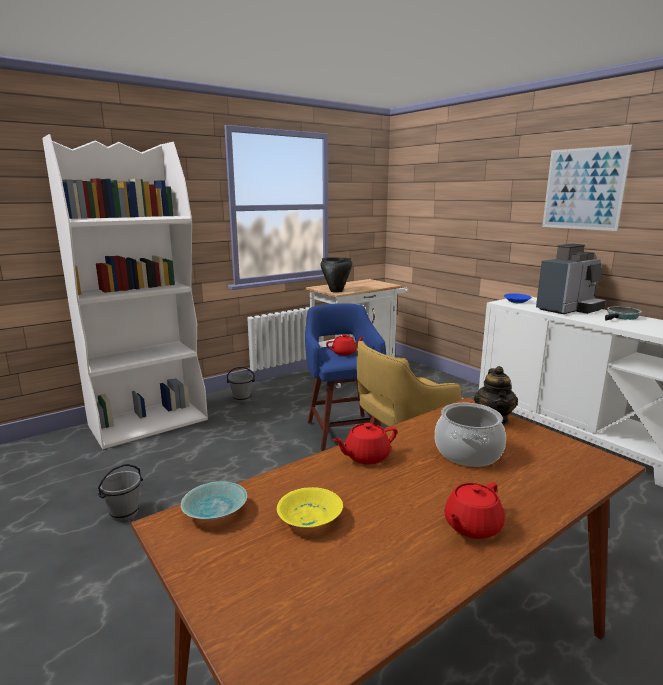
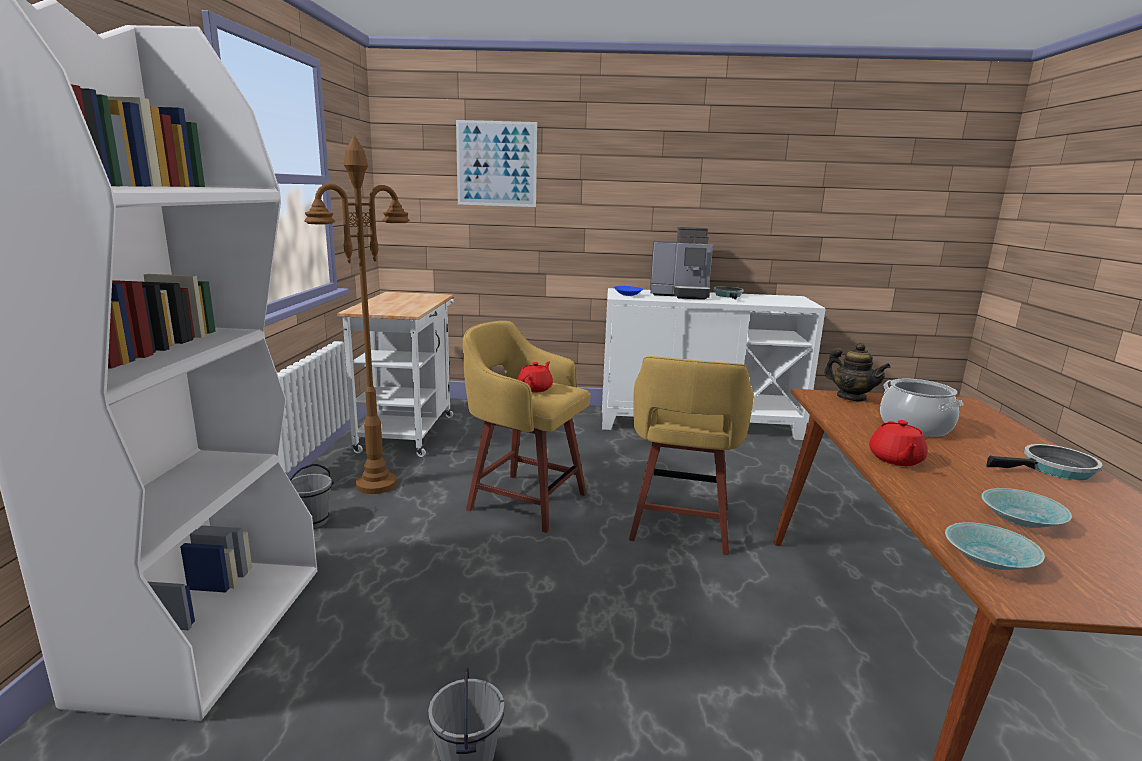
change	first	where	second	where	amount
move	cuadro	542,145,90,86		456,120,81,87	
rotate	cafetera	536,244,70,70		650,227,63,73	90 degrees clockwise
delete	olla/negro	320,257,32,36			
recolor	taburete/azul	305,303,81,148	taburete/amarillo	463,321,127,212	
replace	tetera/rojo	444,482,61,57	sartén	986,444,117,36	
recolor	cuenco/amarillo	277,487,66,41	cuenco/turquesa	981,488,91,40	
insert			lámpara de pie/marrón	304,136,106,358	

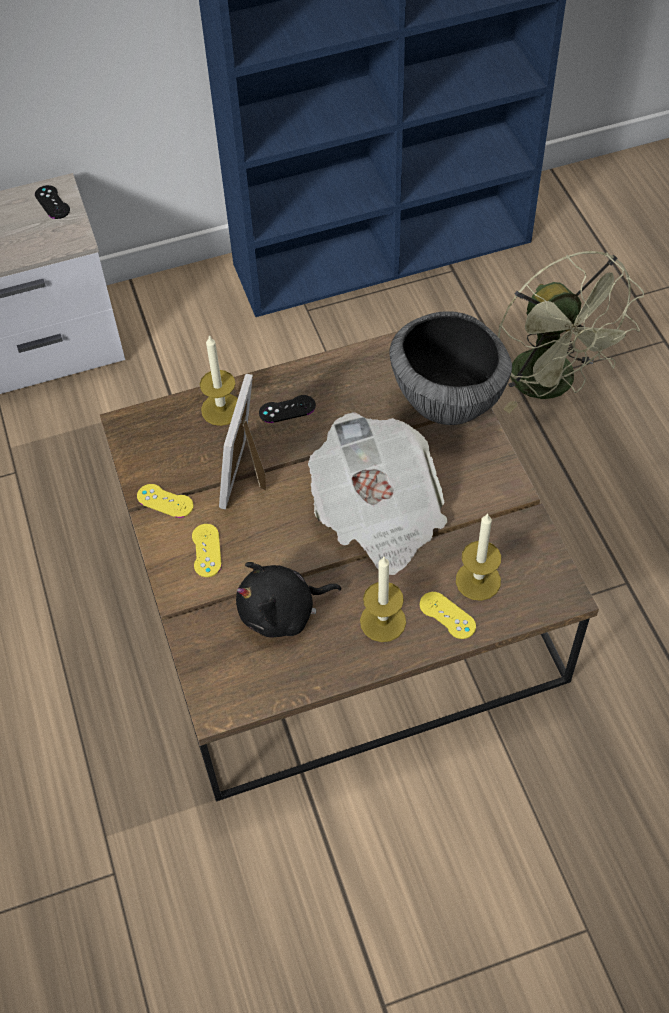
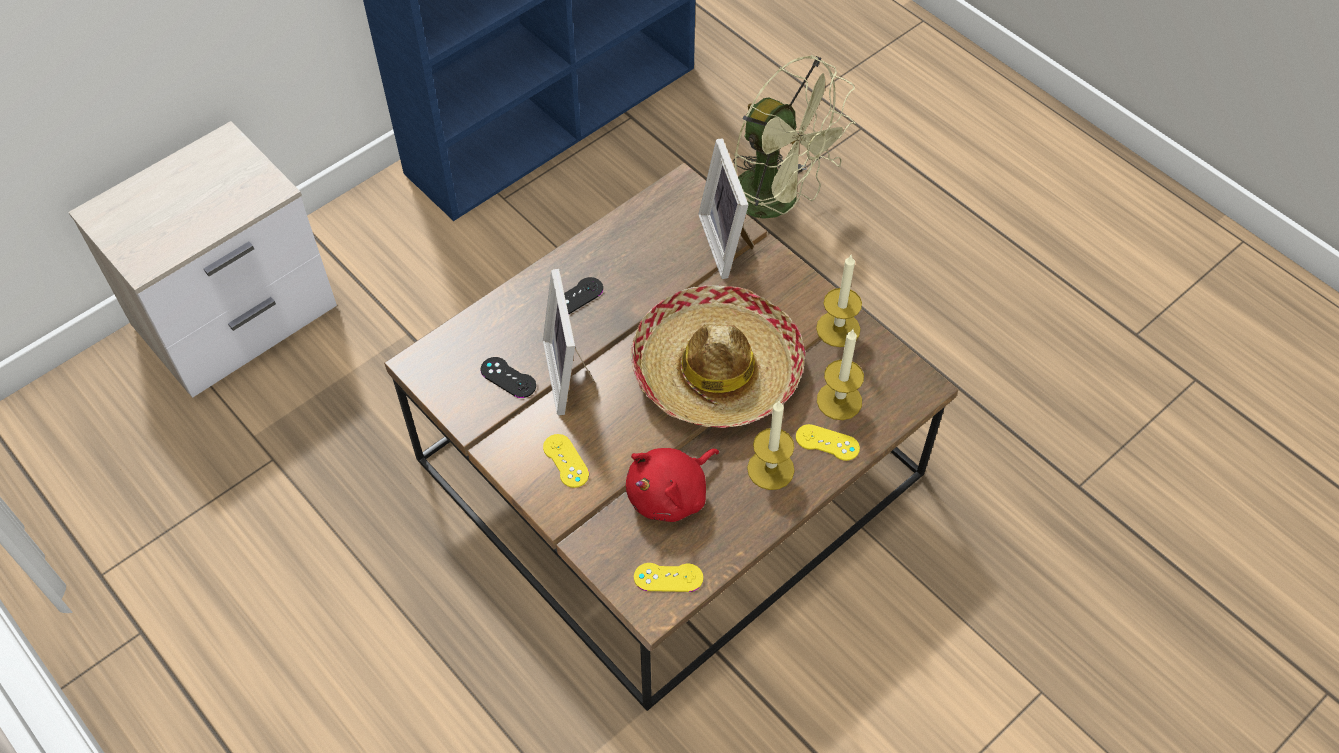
change	first	where	second	where	amount
move	mando de consola/negro	35,185,35,34		481,357,55,41	
replace	cuenco	389,311,123,114	portarretratos	698,138,56,141	
move	vela	200,335,38,91		816,255,46,92	
replace	periódico	308,412,140,163	sombrero	631,285,175,143	
move	mando de consola/amarillo	137,484,57,34		634,563,69,29	
recolor	peluche/negro	236,562,106,75	peluche/rojo	626,448,93,74	

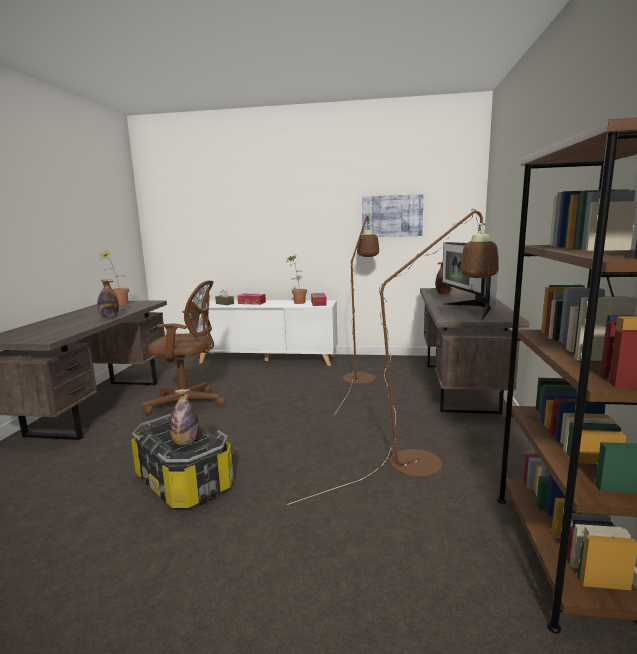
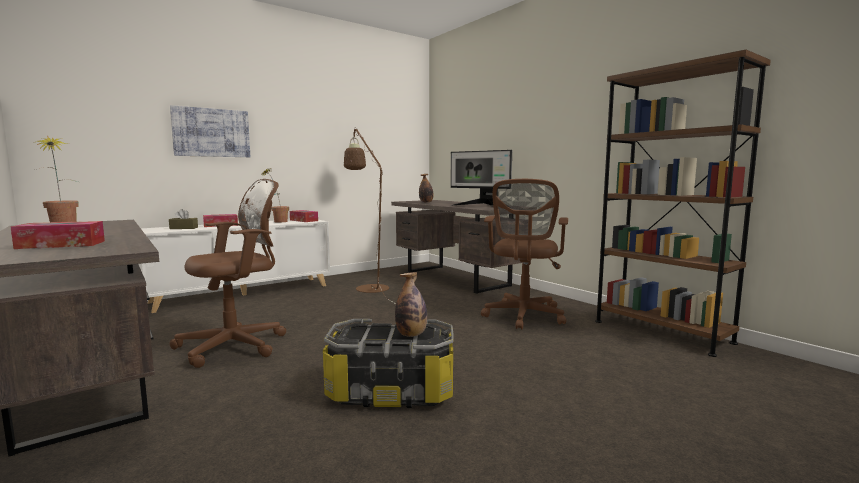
change	first	where	second	where	amount
move	cuadro	362,194,61,43		170,105,80,52	
replace	lámpara de pie/marrón	287,208,212,297	silla de oficina/marrón	481,179,87,151	
delete	botella	97,279,22,39			
insert			caja de pañuelos	11,221,94,28	

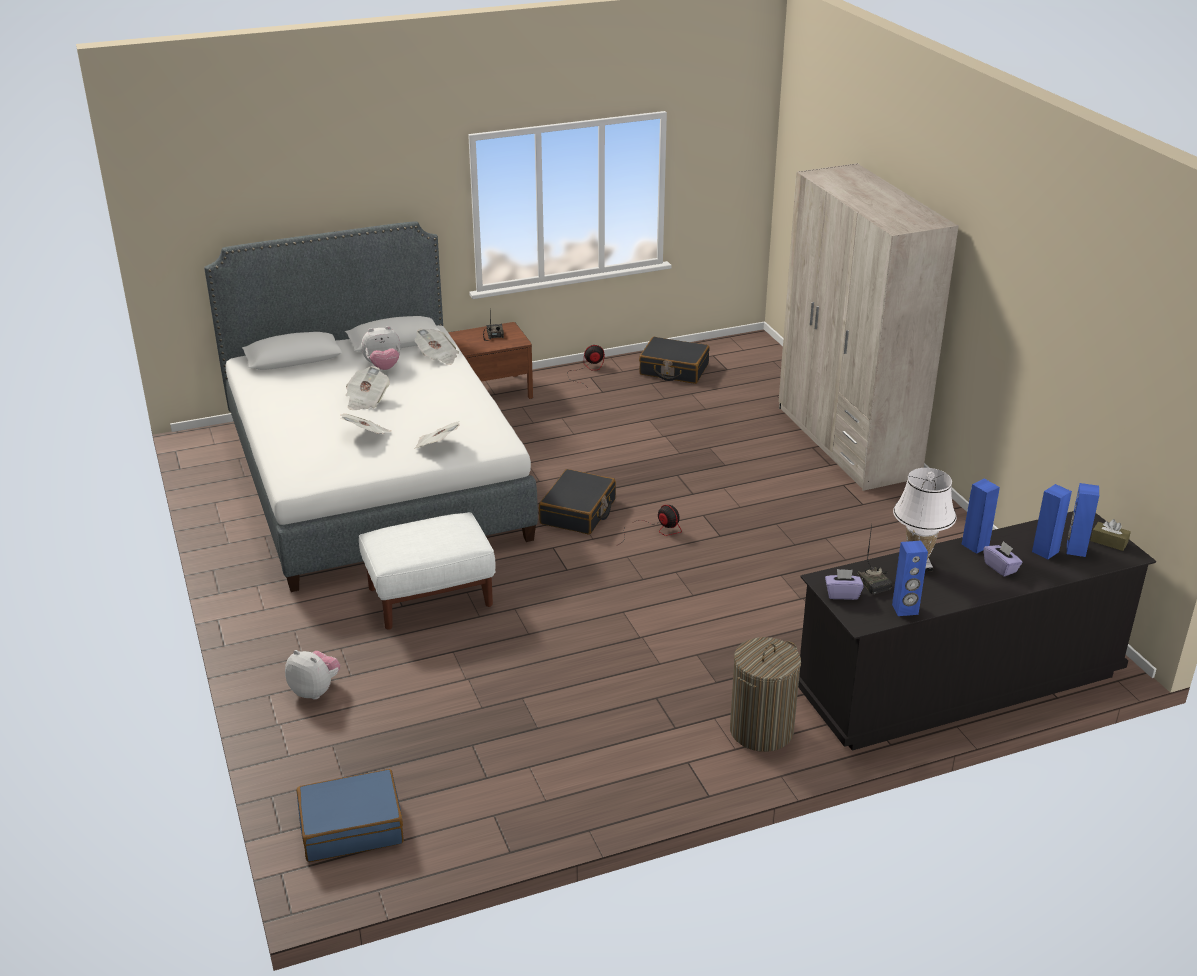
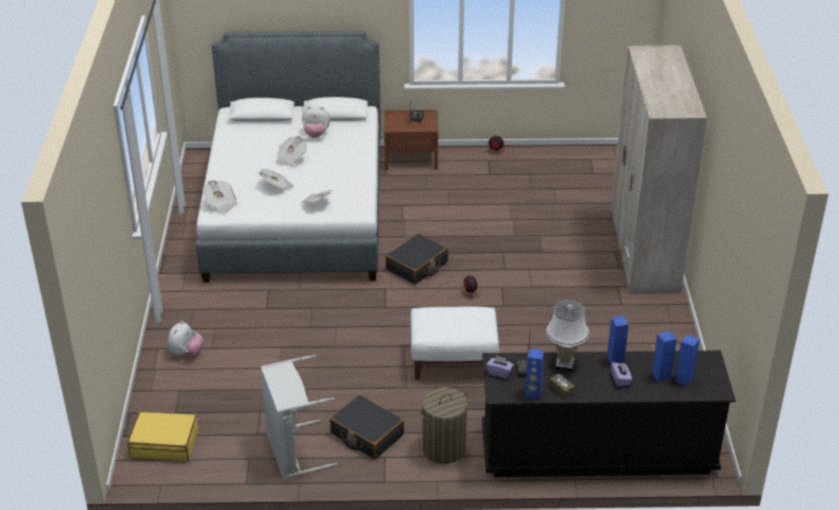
change	first	where	second	where	amount
move	periódico	415,329,44,36		202,180,35,34	
move	maleta/negro	639,337,71,47		329,394,75,65	
move	puf/blanco	359,512,137,118		411,306,88,74	
move	caja de pañuelos/marrón	1091,519,40,32		549,374,26,25	
rotate	peluche	285,650,55,50		168,321,36,35	60 degrees clockwise
recolor	maleta/azul	297,769,107,93	maleta/amarillo	127,411,71,50	
insert			cesto de la ropa/gris	260,355,78,124	

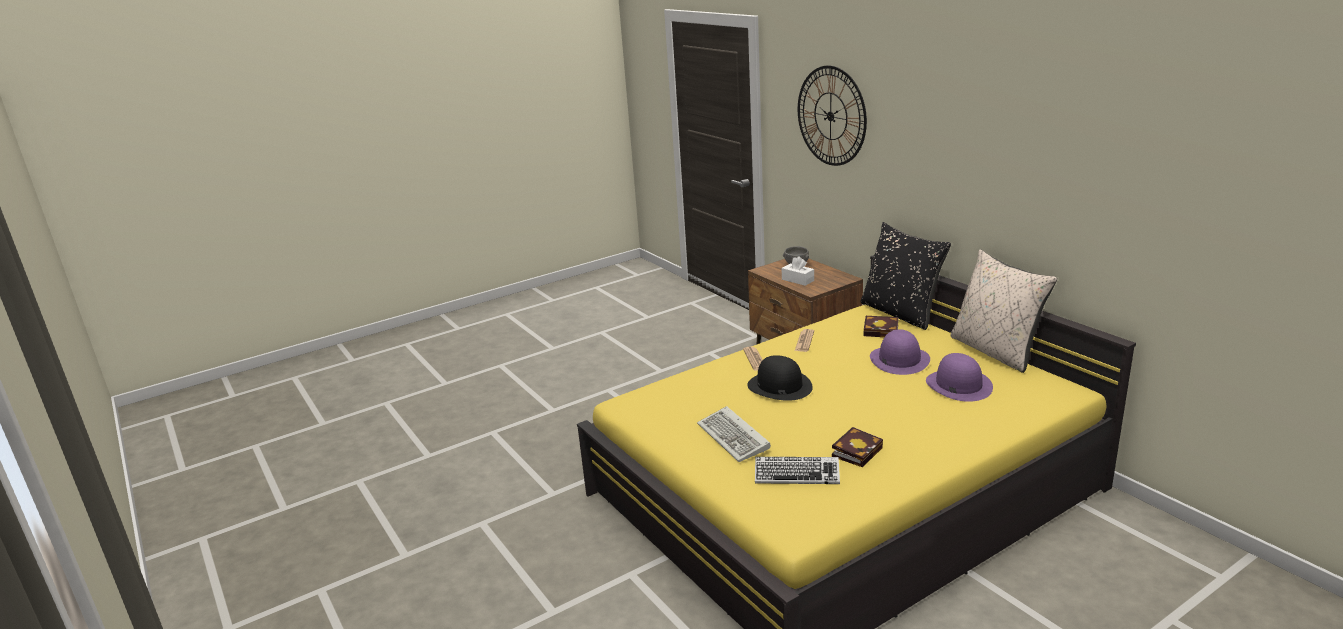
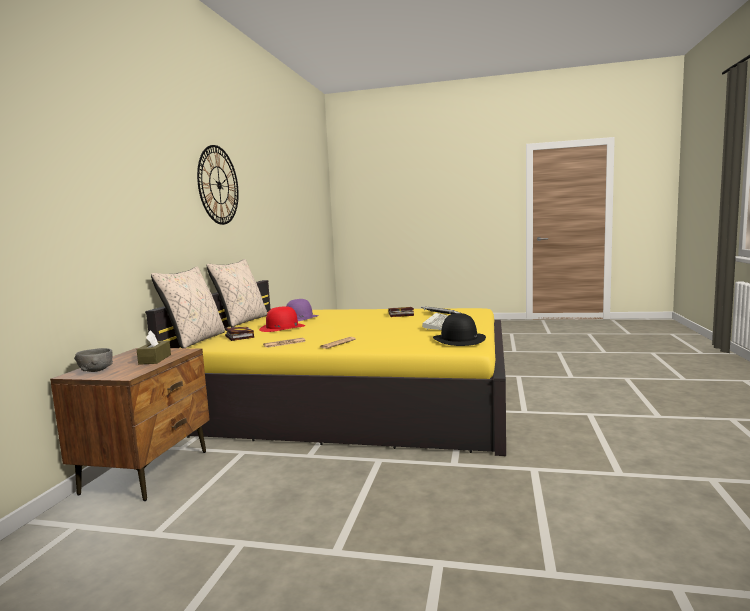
change	first	where	second	where	amount
move	reloj de pared	798,65,69,101		197,145,42,80	
recolor	cojín/negro	861,222,90,108	cojín/beis	151,266,74,82	
recolor	caja de pañuelos/blanco	782,256,32,30	caja de pañuelos/marrón	137,330,34,35	
recolor	sombrero/morado	870,329,60,46	sombrero/rojo	259,306,46,26	
move	sombrero/negro	747,355,66,46		433,313,53,33	

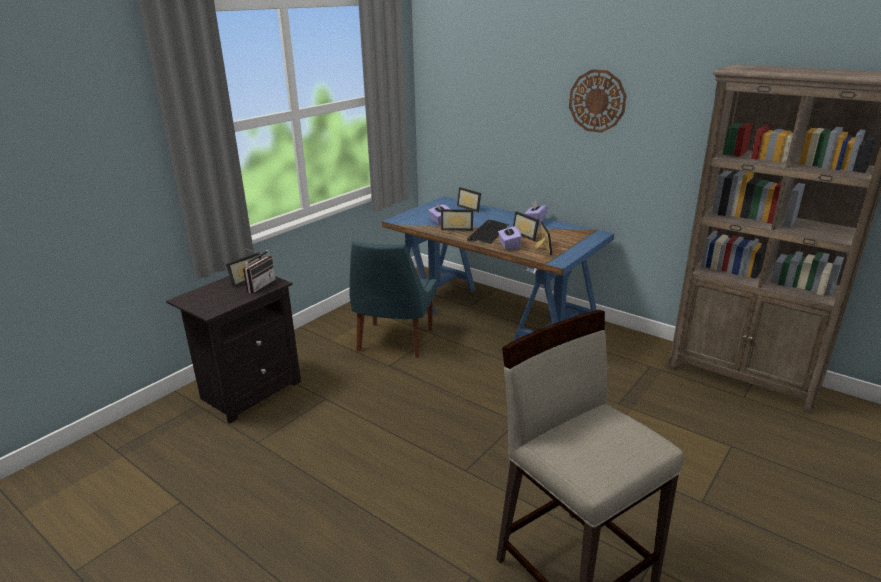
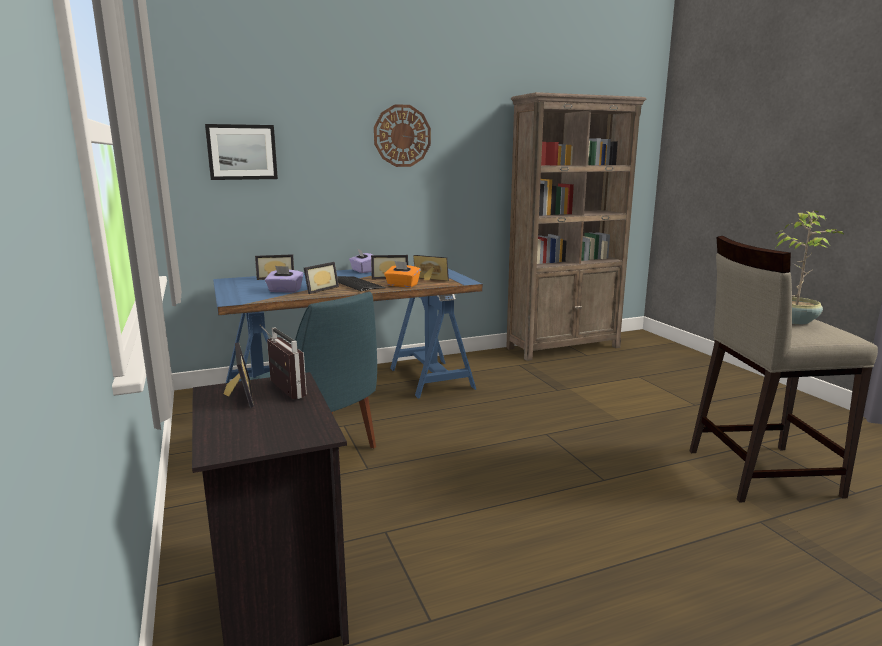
change	first	where	second	where	amount
recolor	caja de pañuelos/morado	498,224,24,26	caja de pañuelos/naranja	384,261,37,27	
insert			cuadro	205,124,73,56	
insert			planta en maceta	775,210,69,114	

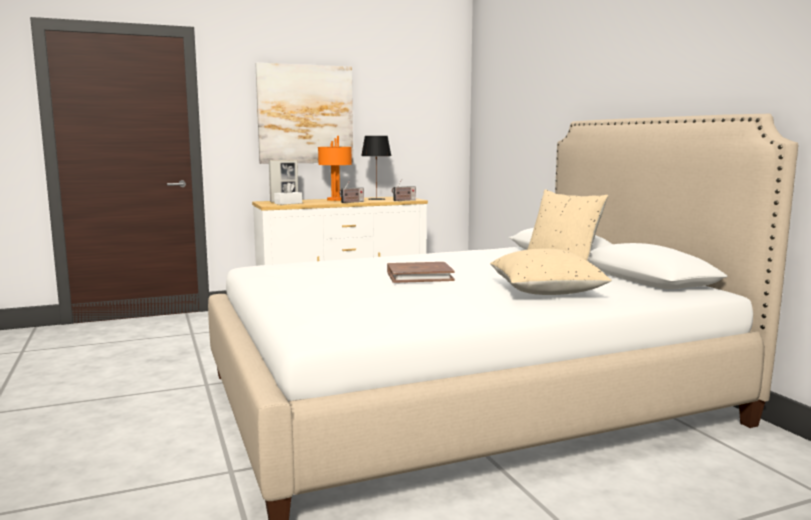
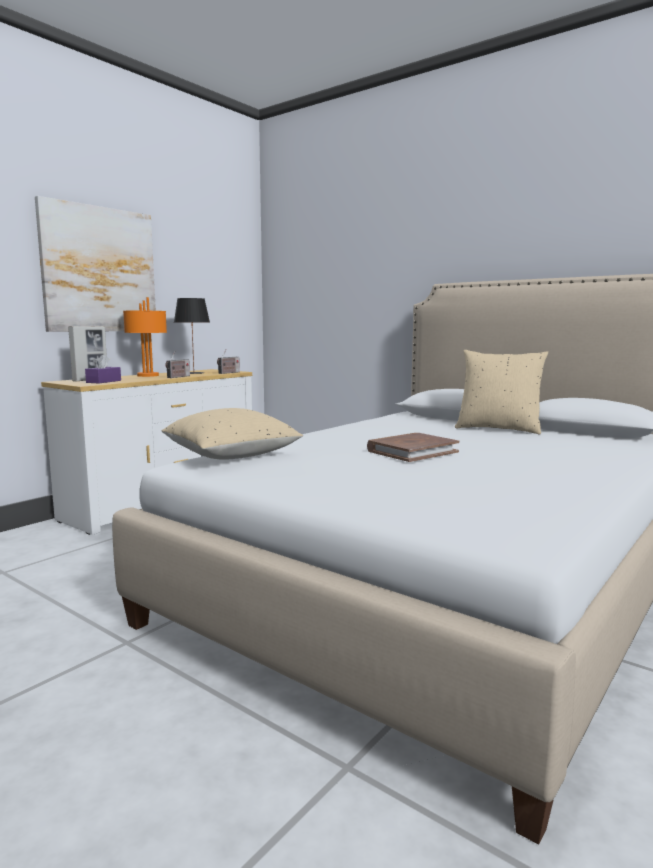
change	first	where	second	where	amount
recolor	caja de pañuelos/blanco	274,182,28,23	caja de pañuelos/morado	85,355,36,28	
move	cojín/beis	490,248,122,47		161,408,142,52	

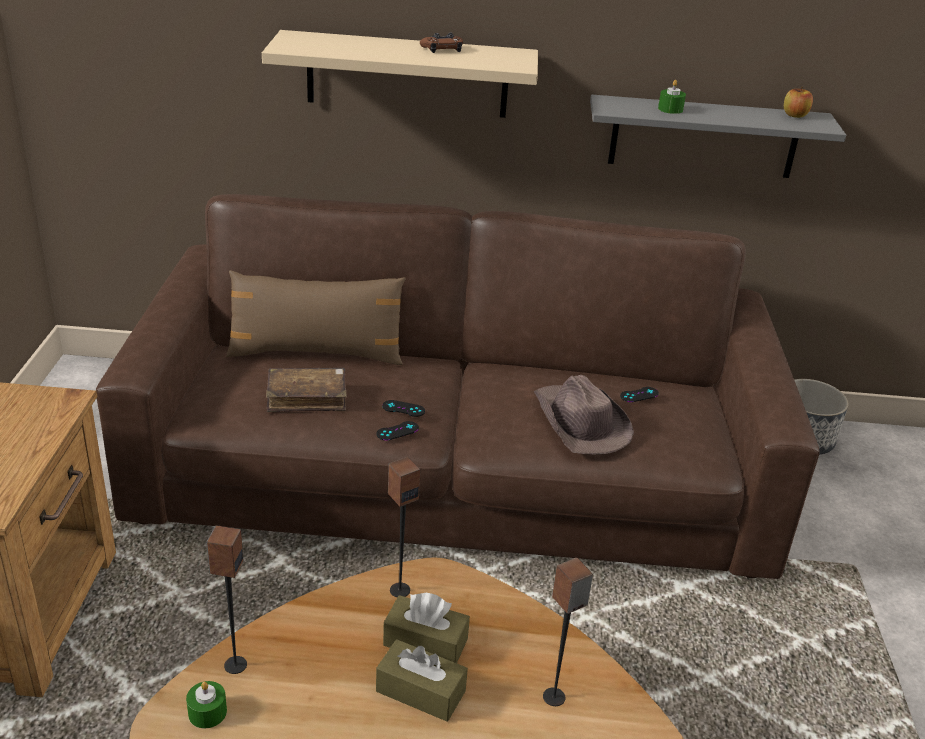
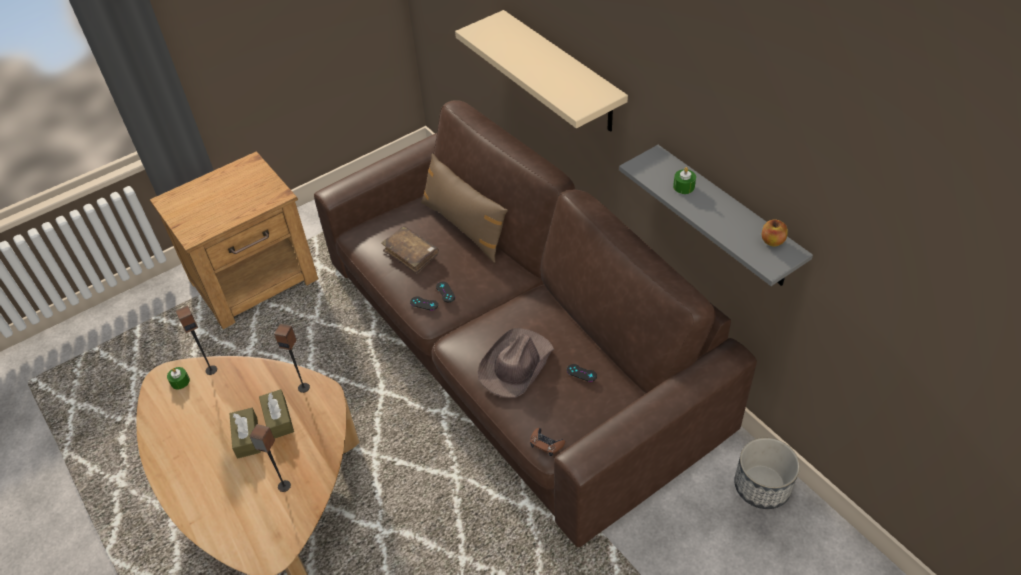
change	first	where	second	where	amount
move	mando de consola/marrón	420,33,43,20		530,428,35,28	

